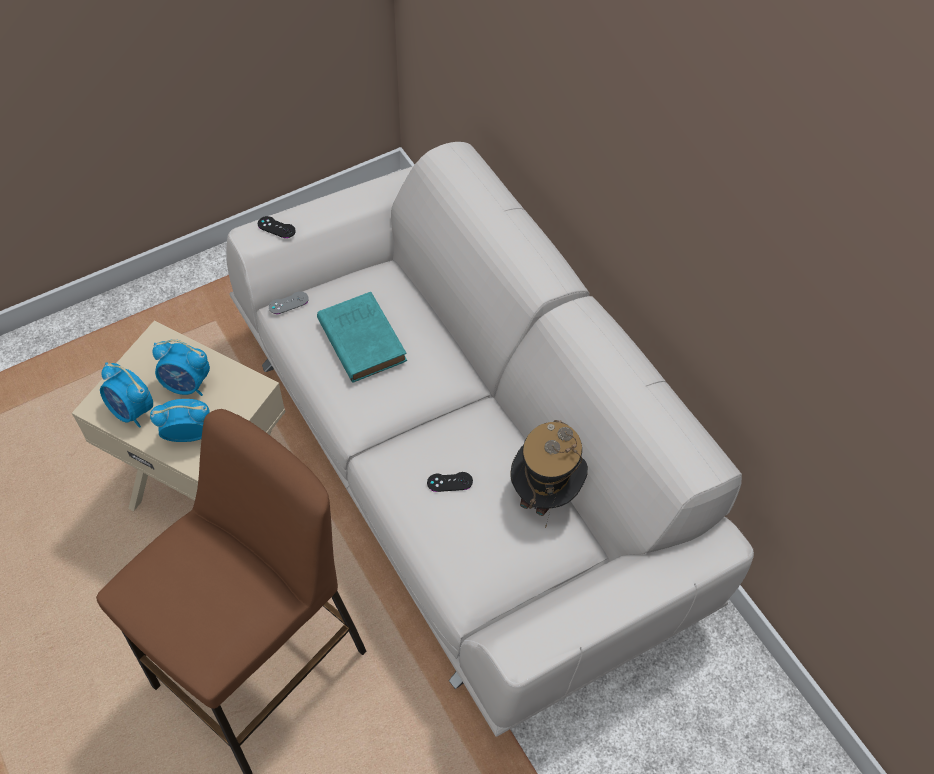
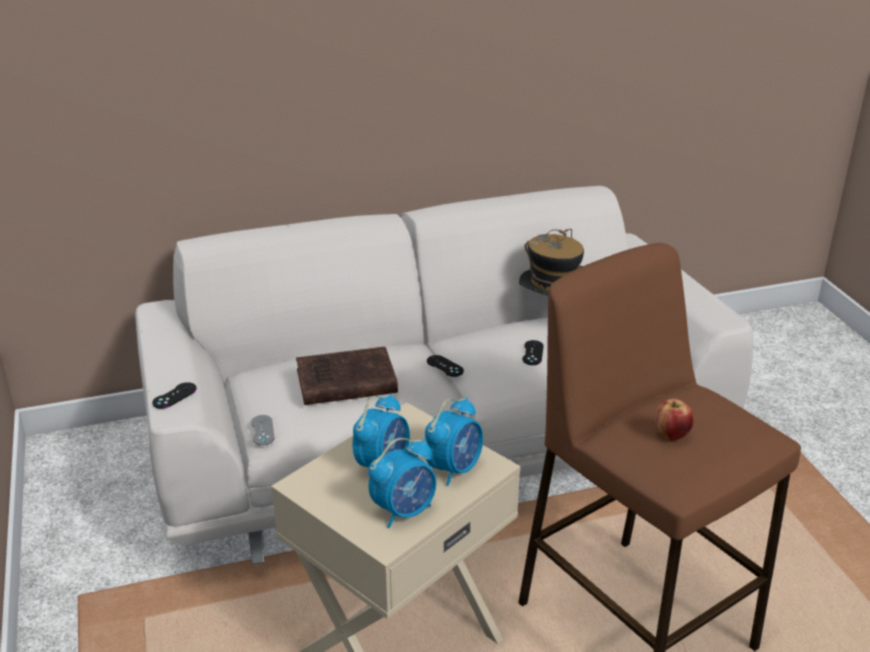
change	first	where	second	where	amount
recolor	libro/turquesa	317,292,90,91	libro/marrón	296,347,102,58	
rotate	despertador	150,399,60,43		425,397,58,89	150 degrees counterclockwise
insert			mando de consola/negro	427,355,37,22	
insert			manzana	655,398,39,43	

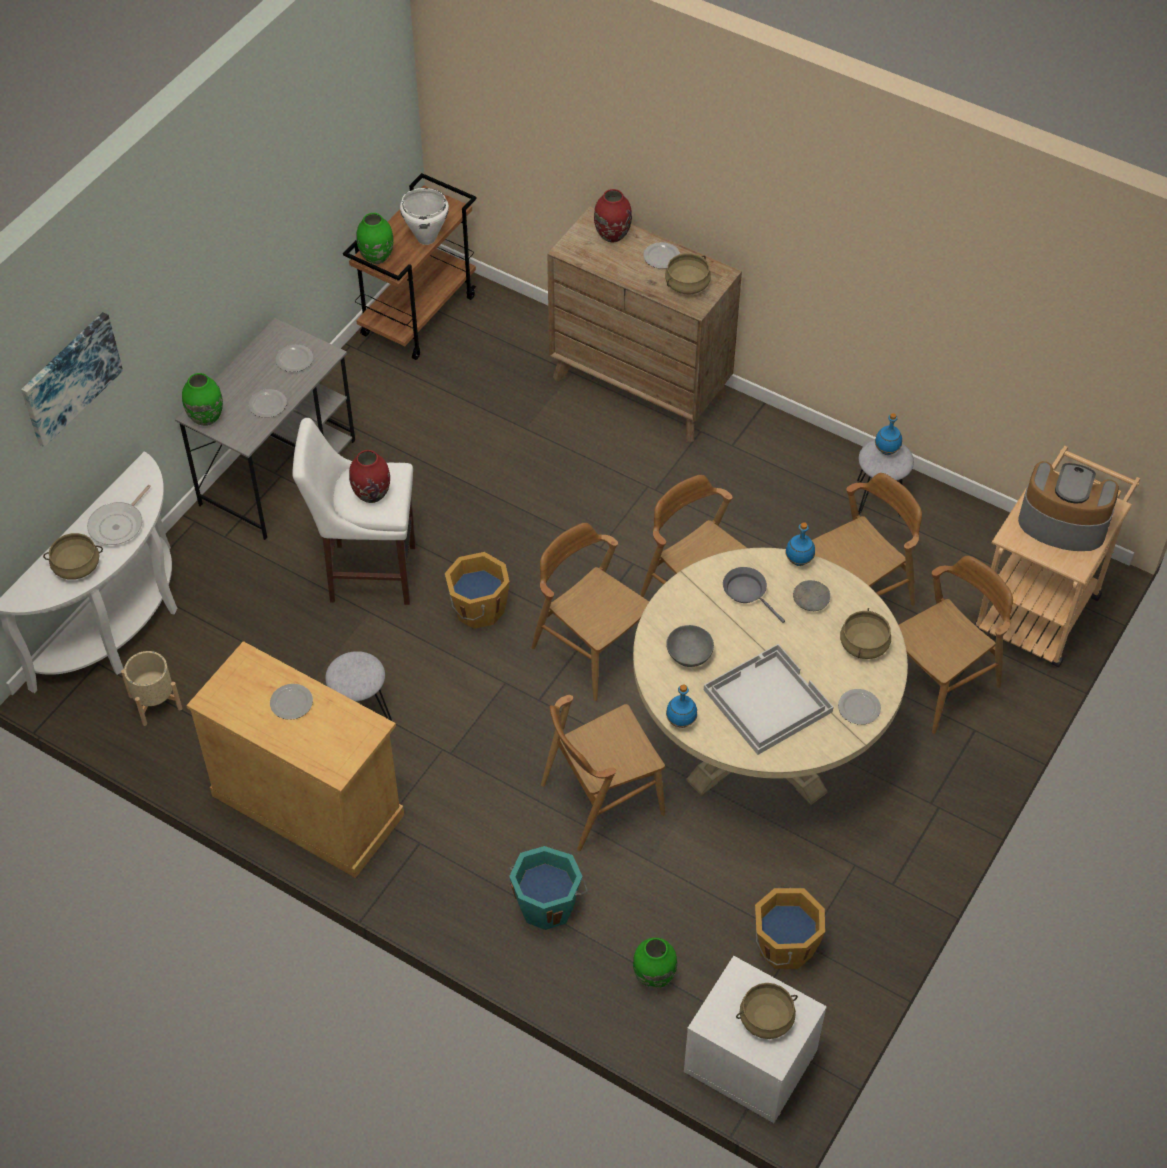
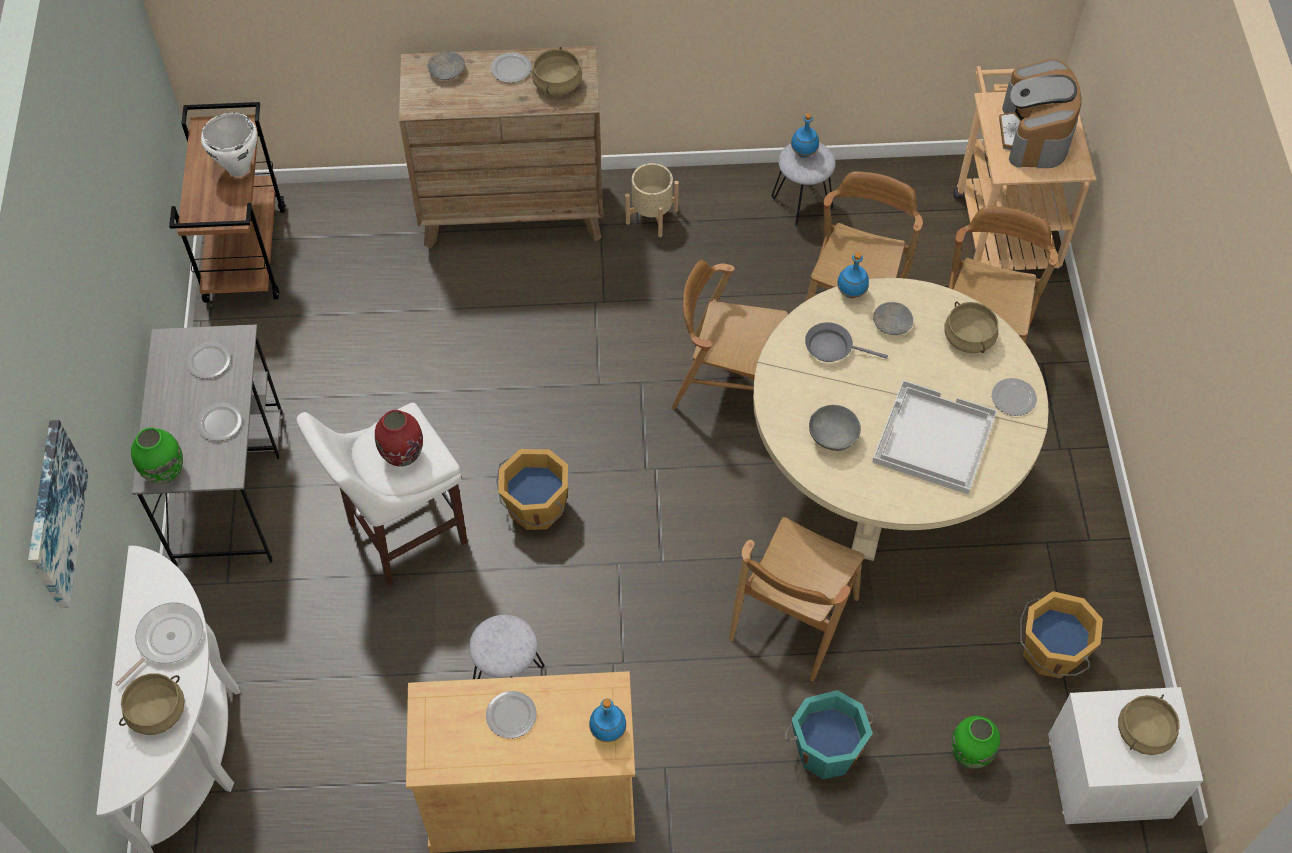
change	first	where	second	where	amount
replace	florero/rojo	594,189,38,54	cuenco/gris	427,51,38,29	
delete	florero/verde	356,213,38,51			
rotate	cafetera	1018,461,101,90		999,59,82,109	75 degrees counterclockwise
rotate	sartén	87,485,64,60		115,603,88,84	135 degrees counterclockwise
delete	silla/marrón	531,523,118,178			
move	maceta/beis	121,651,61,75		625,163,54,74	
move	botella/azul	666,685,31,43		589,699,38,43	

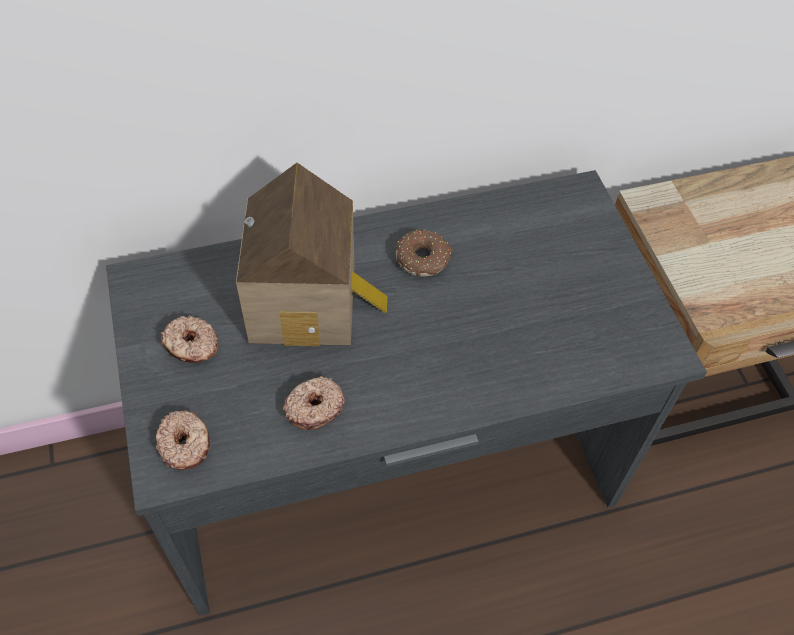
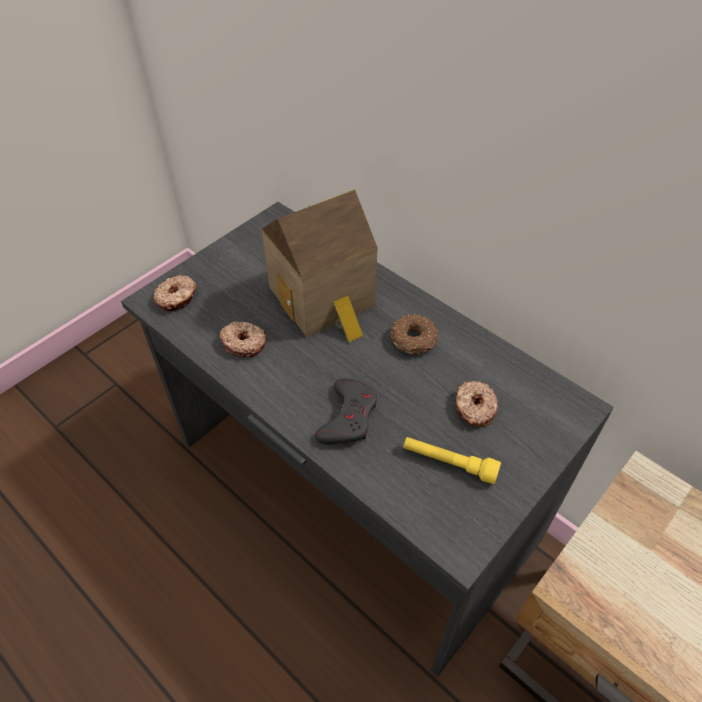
change	first	where	second	where	amount
move	rosquilla	160,315,59,48		455,381,44,46	
insert			mando de consola/gris	315,378,62,66	
insert			linterna/amarillo	403,437,98,47	

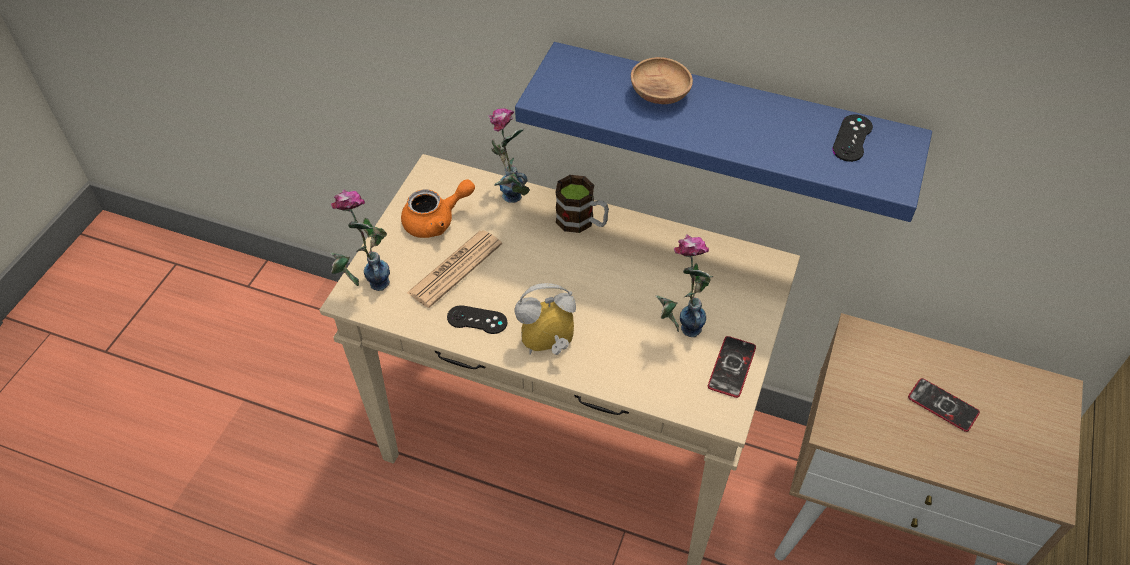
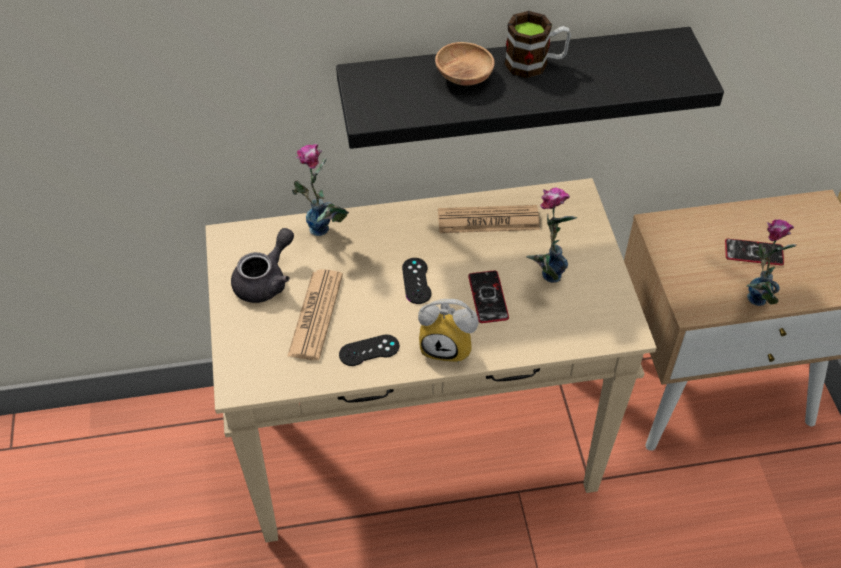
change	first	where	second	where	amount
recolor	estante/azul	515,42,417,180	estante/negro	336,27,388,122	
move	mando de consola/negro	832,115,41,47		402,258,29,46	
move	taza grande	555,175,54,58		504,11,67,67	
recolor	tetera/naranja	401,179,74,59	tetera/gris	231,228,63,75	
move	florero	330,190,60,101		747,219,50,87	
rotate	despertador	515,283,61,72		418,299,61,64	120 degrees counterclockwise
move	móvil	708,336,48,62		468,270,41,53	
insert			periódico	438,205,102,28	

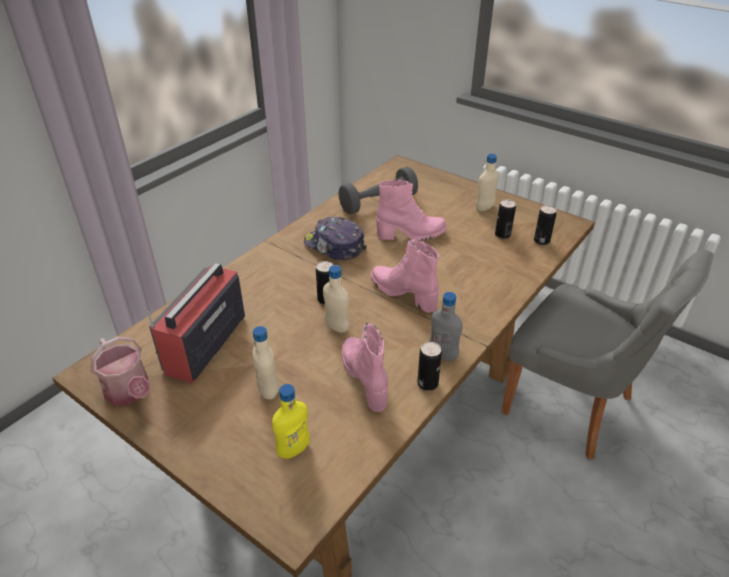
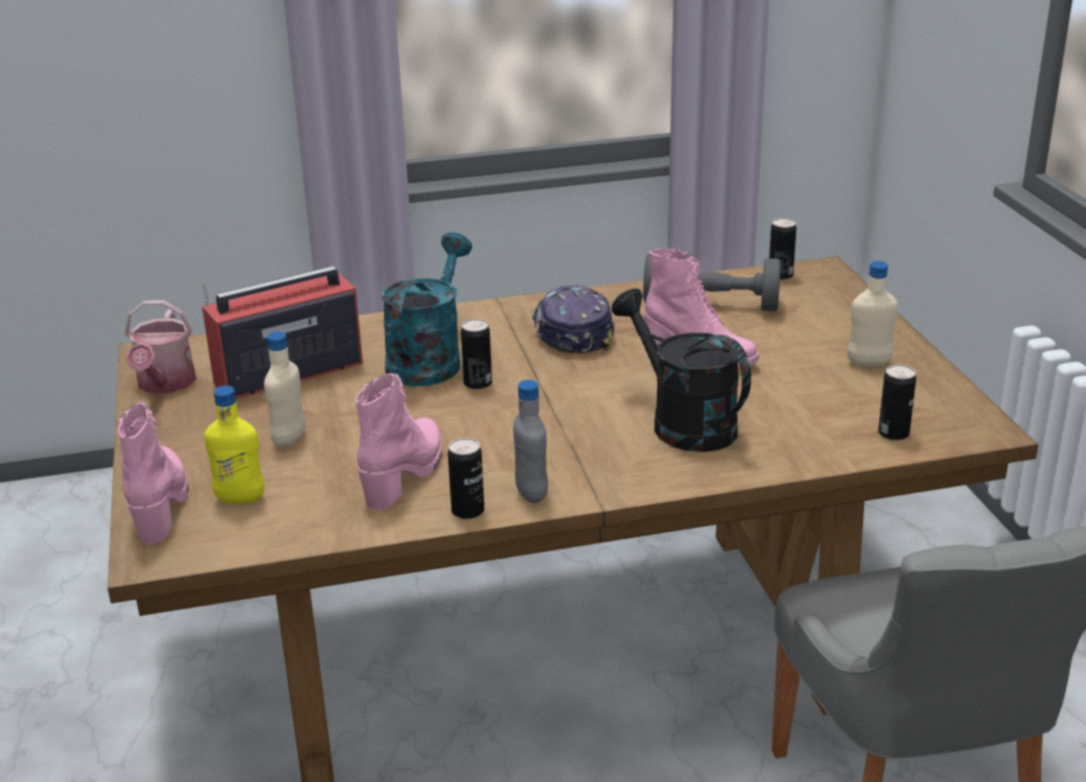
change	first	where	second	where	amount
move	lata	495,199,21,40		769,218,27,62	
move	bota/rosa	371,239,68,74		118,402,71,142	
delete	botella/beis	323,265,27,68			
insert			regadera/turquesa	382,232,90,155	
insert			regadera/negro	611,289,140,163	

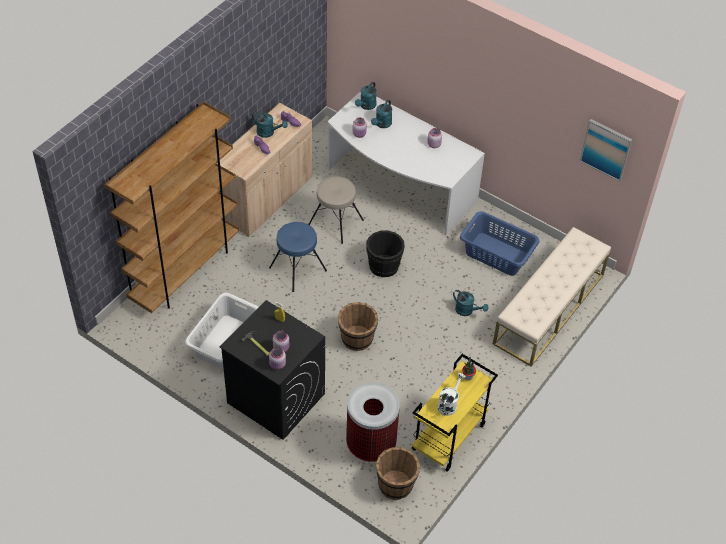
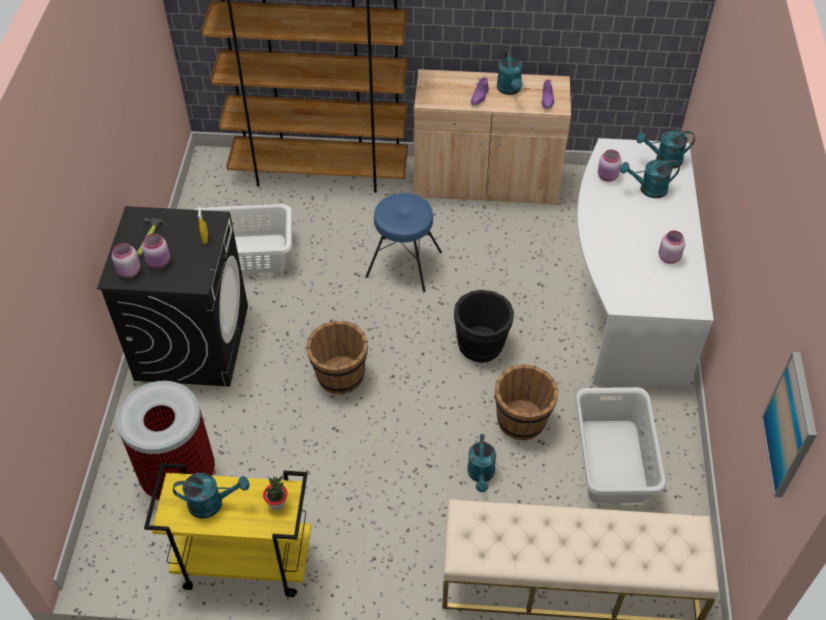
change	first	where	second	where	amount
delete	taburete/beis	308,177,56,67			
recolor	cesto de la ropa/azul	460,211,79,65	cesto de la ropa/gris	575,387,91,116	
recolor	regadera/blanco	437,373,28,43	regadera/turquesa	173,473,77,46	
move	cubo/marrón	376,447,44,53		495,364,63,77	

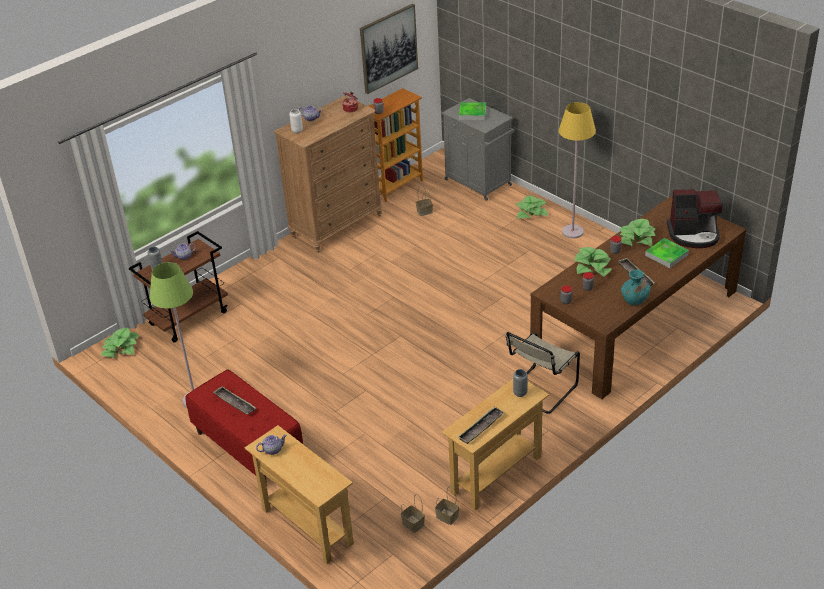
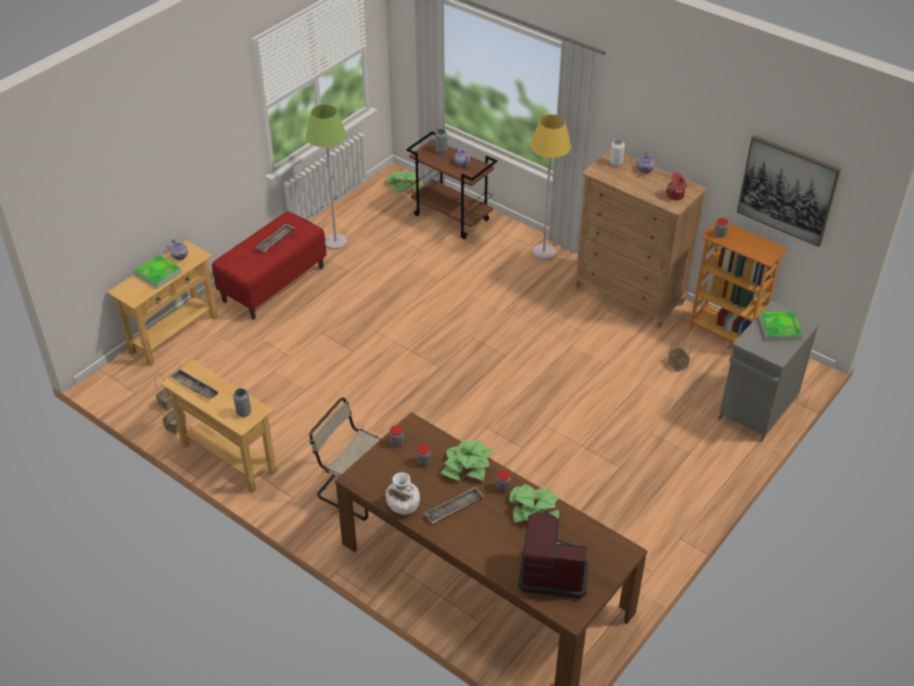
change	first	where	second	where	amount
move	lámpara de pie/amarillo	559,102,37,137		530,114,41,146	
rotate	cafetera	667,189,56,59		518,512,71,87	105 degrees clockwise
delete	planta en maceta	516,195,32,24			
move	bandeja	645,238,44,30		134,255,48,34	
recolor	florero/turquesa	621,270,30,35	florero/blanco	386,472,34,43	

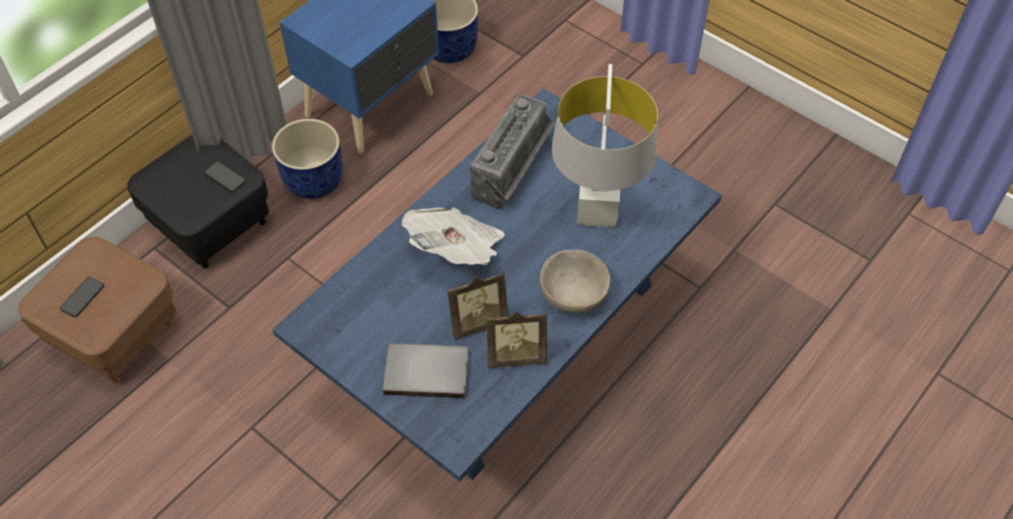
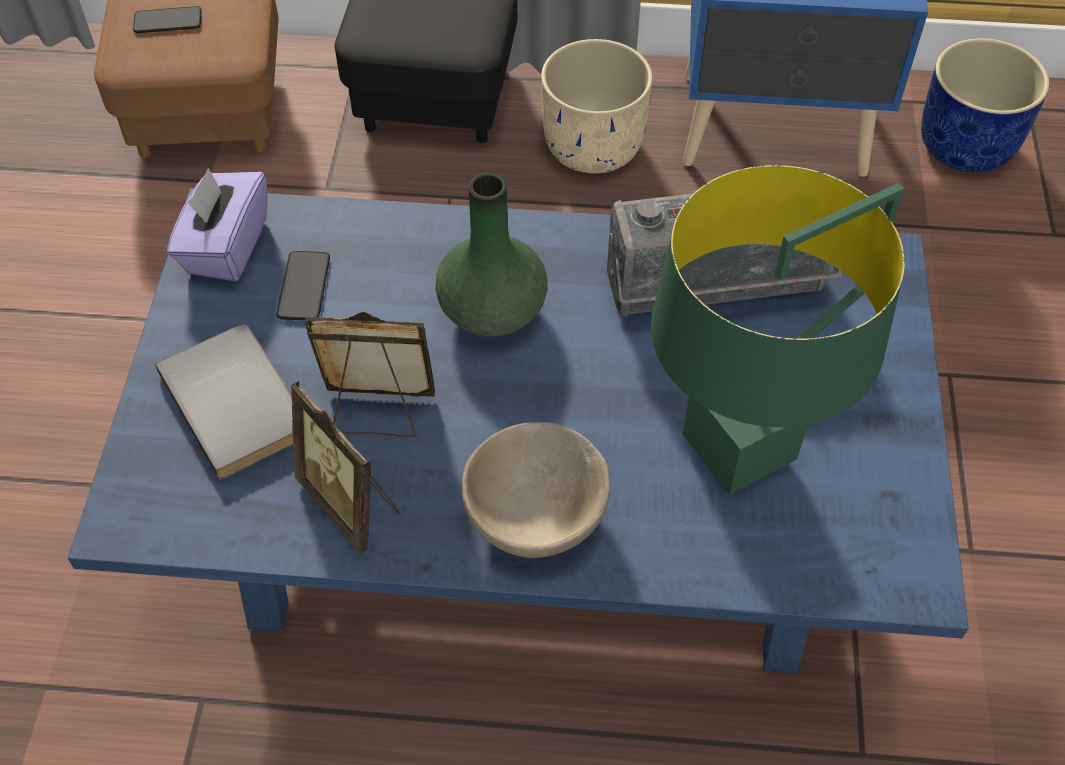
change	first	where	second	where	amount
recolor	lámpara de mesa/gris	552,64,106,164	lámpara de mesa/verde	651,165,254,330	
recolor	maceta/azul	272,119,70,80	maceta/beis	541,39,112,135	
move	móvil	204,161,42,31		276,251,54,70	
replace	periódico	402,208,103,57	florero/verde	436,173,112,163	
rotate	portarretratos	447,272,62,68		305,312,130,125	150 degrees clockwise
insert			caja de pañuelos/morado	167,168,101,113	

